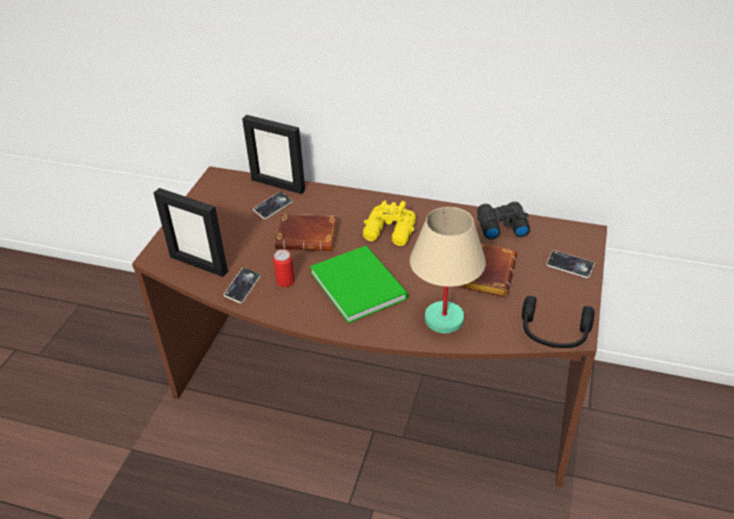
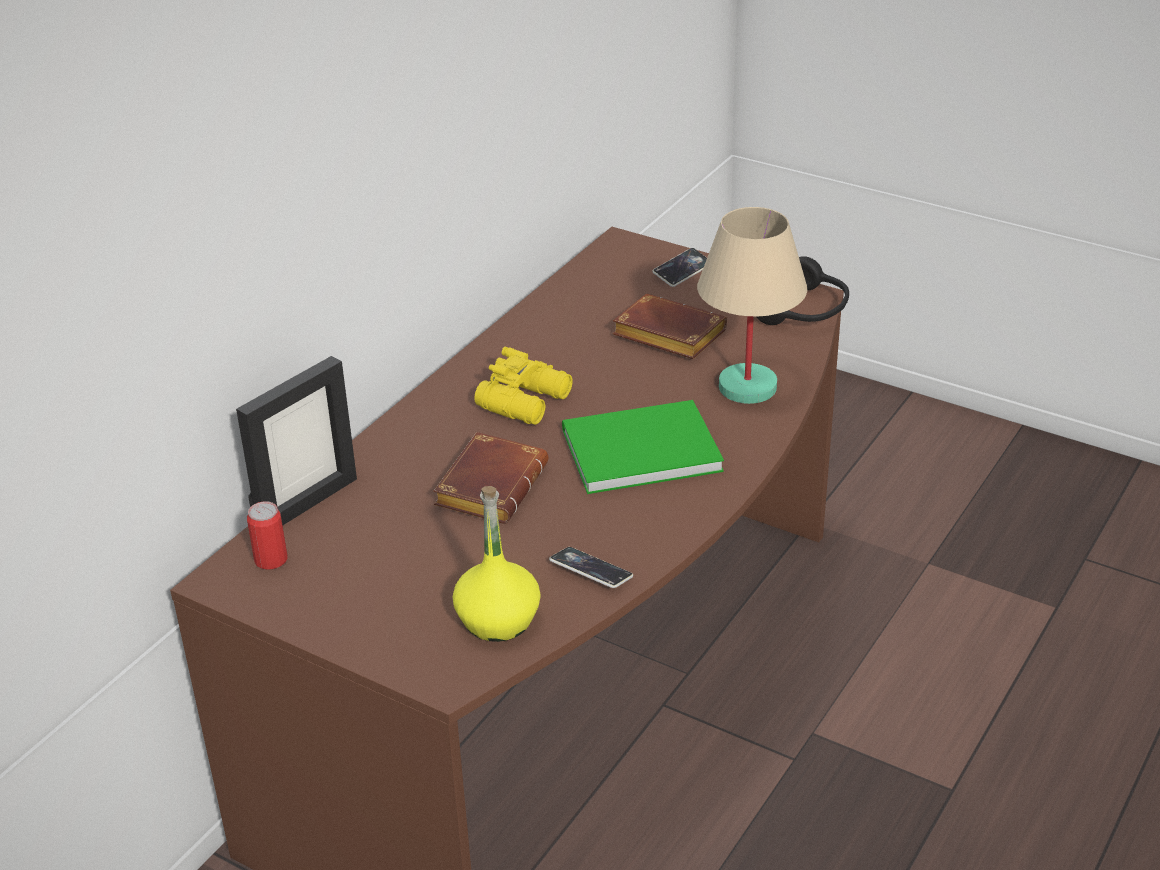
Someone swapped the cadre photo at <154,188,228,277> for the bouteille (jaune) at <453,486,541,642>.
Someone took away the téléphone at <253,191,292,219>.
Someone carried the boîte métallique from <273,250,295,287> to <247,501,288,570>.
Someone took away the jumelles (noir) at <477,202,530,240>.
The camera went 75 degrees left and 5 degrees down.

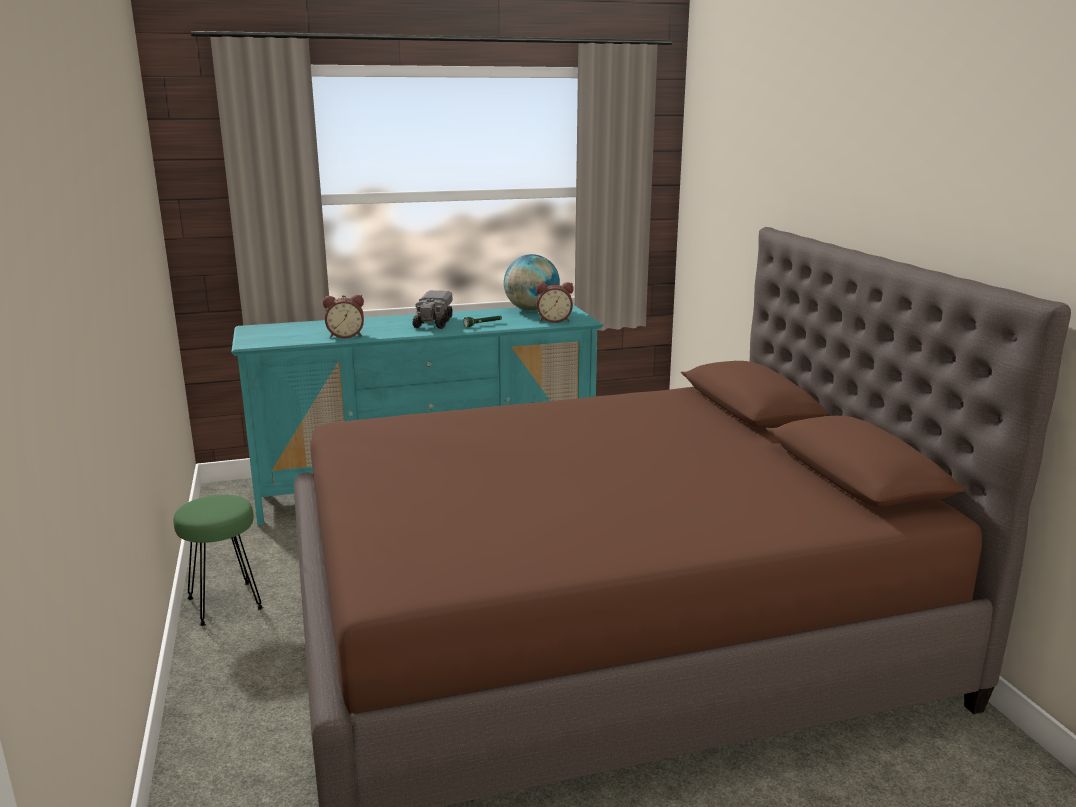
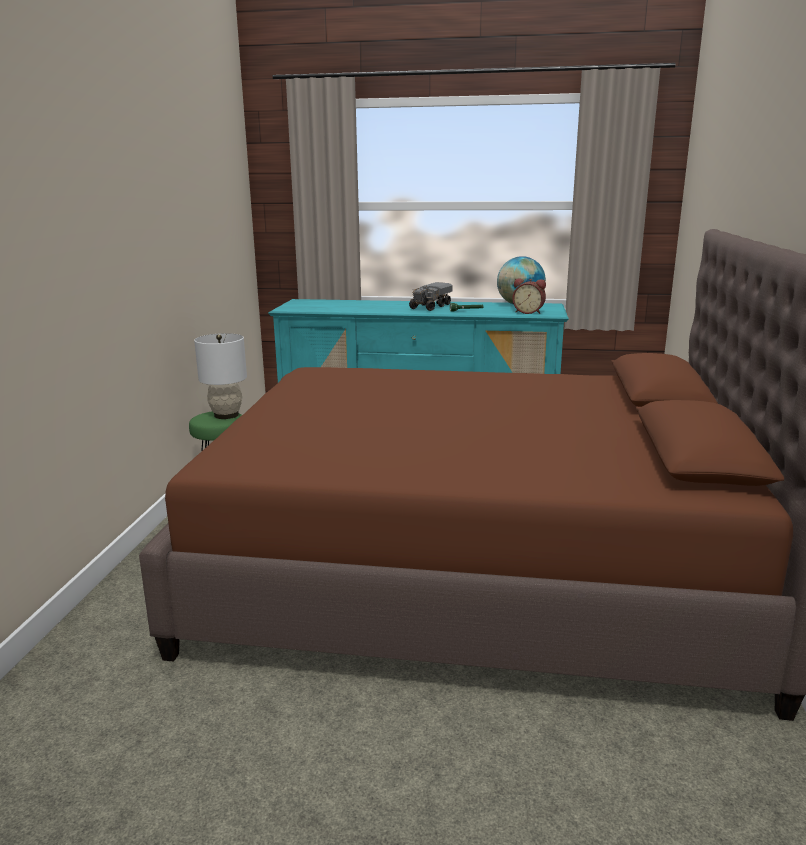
Someone took away the réveil at <323,295,364,338>.
Someone put down the lampe de table (blanc) at <194,333,247,419>.
The camera went 25 degrees right and 0 degrees up.

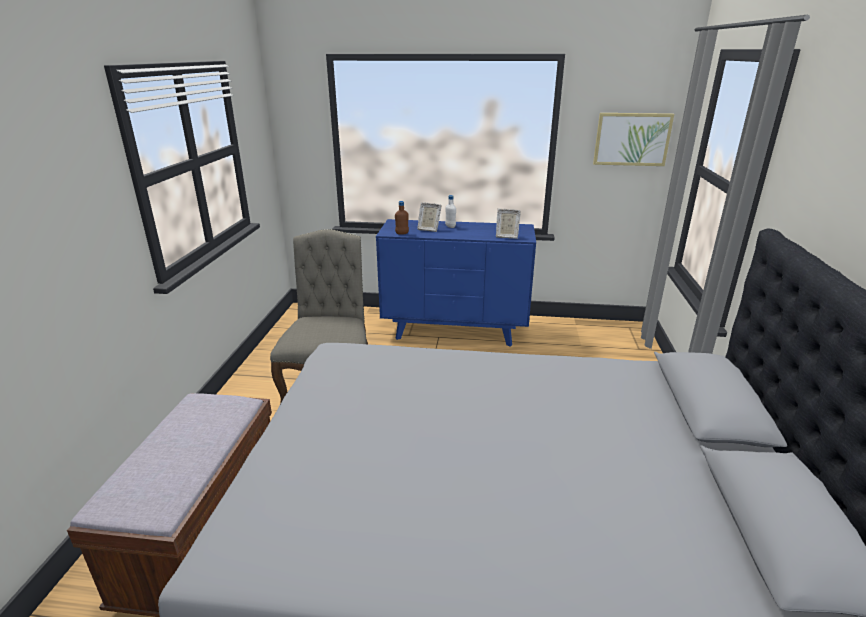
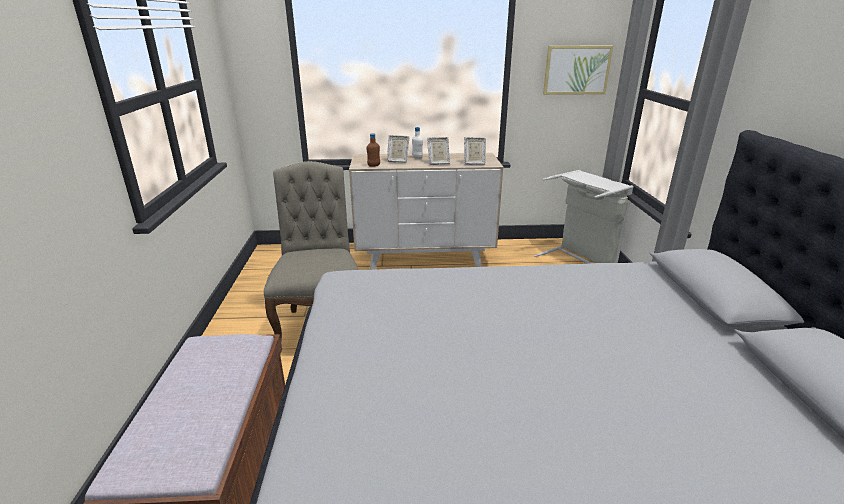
Someone repainted the commode (bleu) at <376,219,536,347>, which became the commode (blanc) at <349,153,503,270>.
Someone put down the cadre photo at <427,137,450,165>.
Someone put down the panier à linge (gris) at <534,170,634,264>.
The camera went 10 degrees left and 0 degrees up.

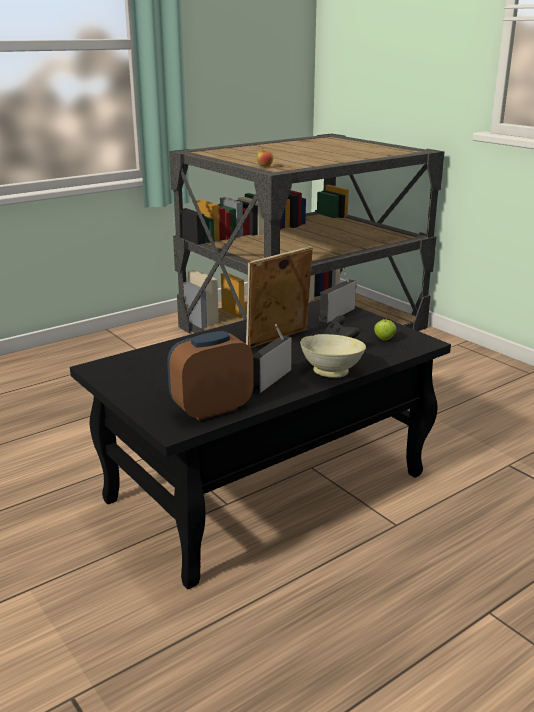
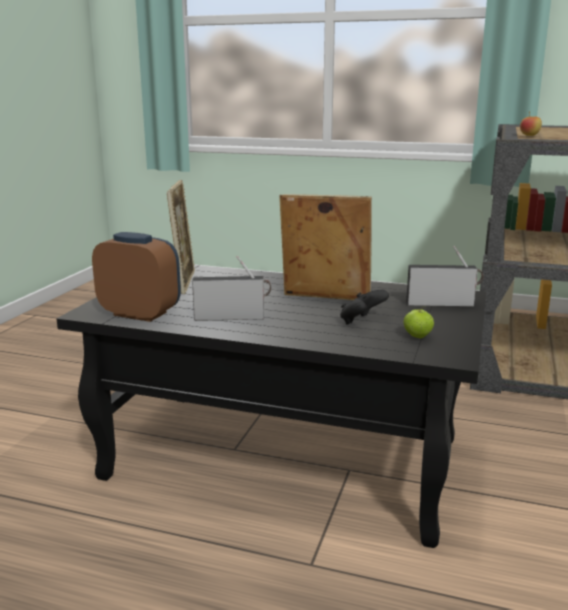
Someone took away the bol (beige) at <300,334,366,378>.
Someone put down the cadre photo at <167,180,195,294>.
The camera went 55 degrees right and 5 degrees down.

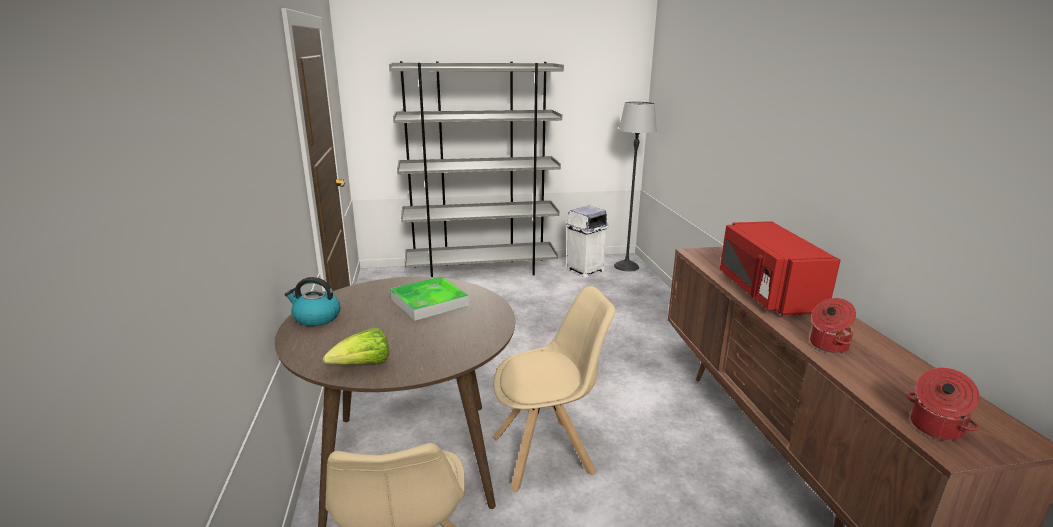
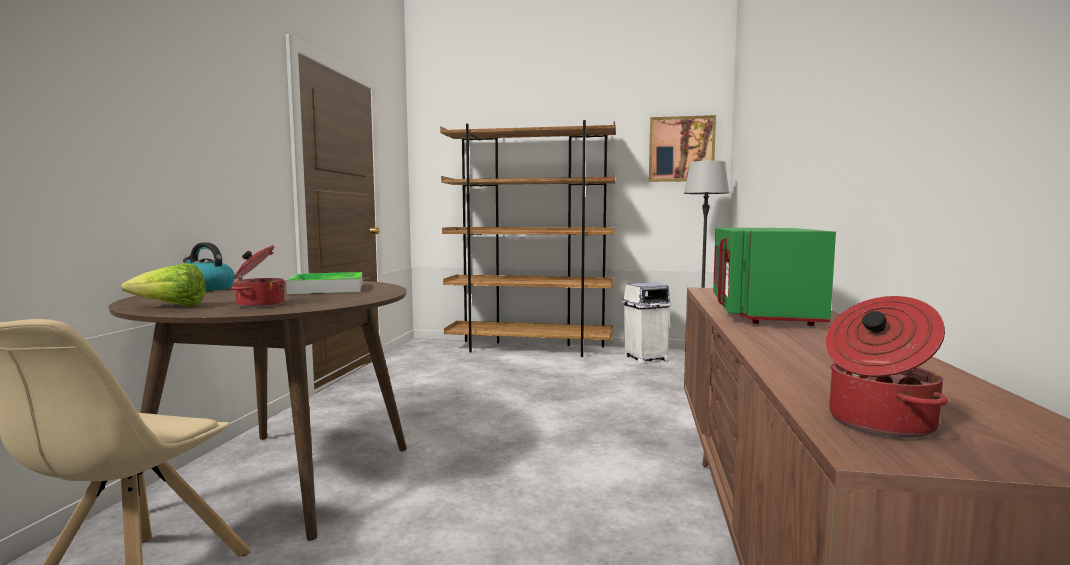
Someone repainted the bibliothèque (gris) at <389,61,564,277>, which became the bibliothèque (marron) at <440,120,616,357>.
Someone took away the chaise (beige) at <492,286,615,493>.
Someone repainted the micro-ondes (rouge) at <720,221,841,315>, which became the micro-ondes (vert) at <713,228,836,326>.
Someone carried the marmite from <810,298,856,353> to <231,245,285,308>.
Someone put up the tableau at <649,115,716,182>.
The camera went 20 degrees right and 15 degrees down.

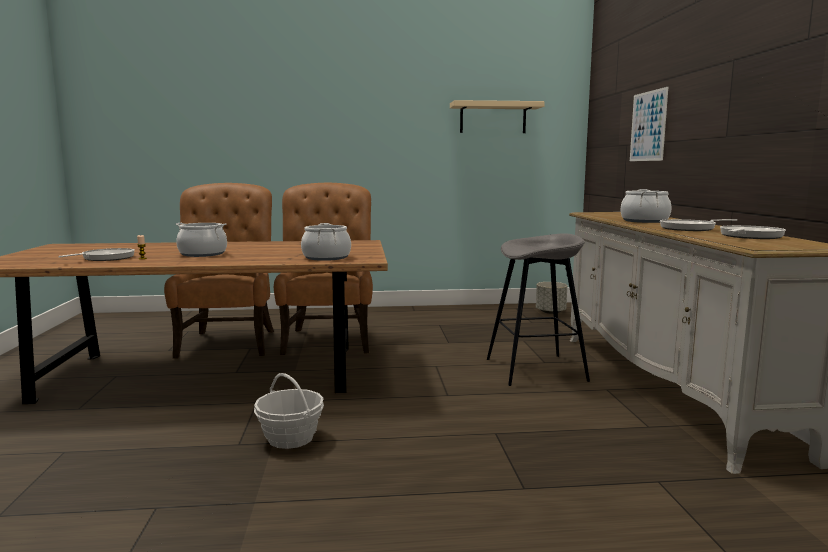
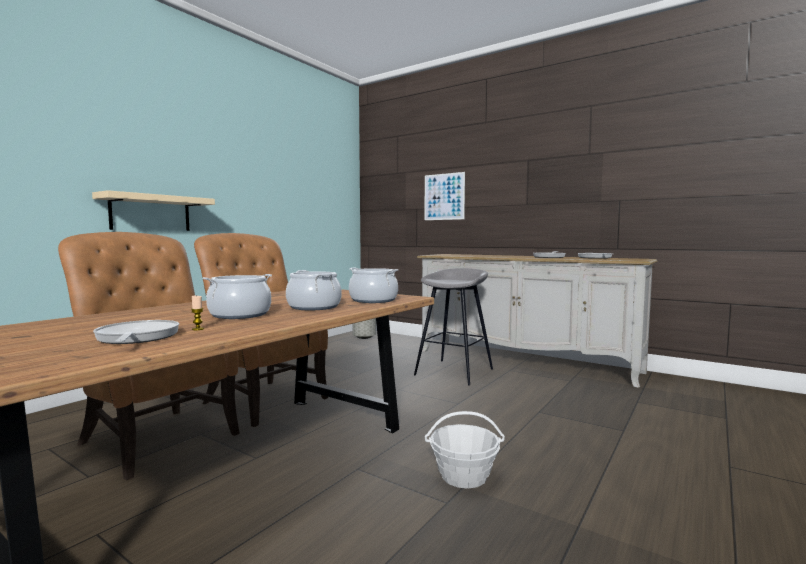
Someone carried the étagère (beige) from <450,100,545,133> to <92,190,215,231>.
Someone carried the marmite from <621,189,671,223> to <286,270,342,310>.
The camera went 50 degrees left and 5 degrees down.

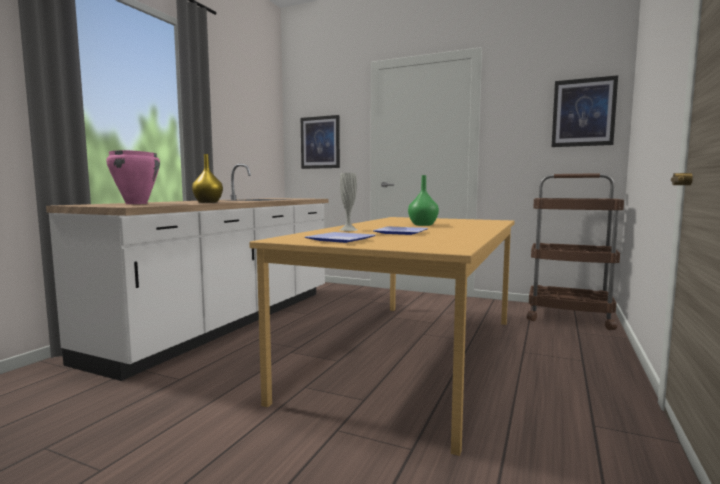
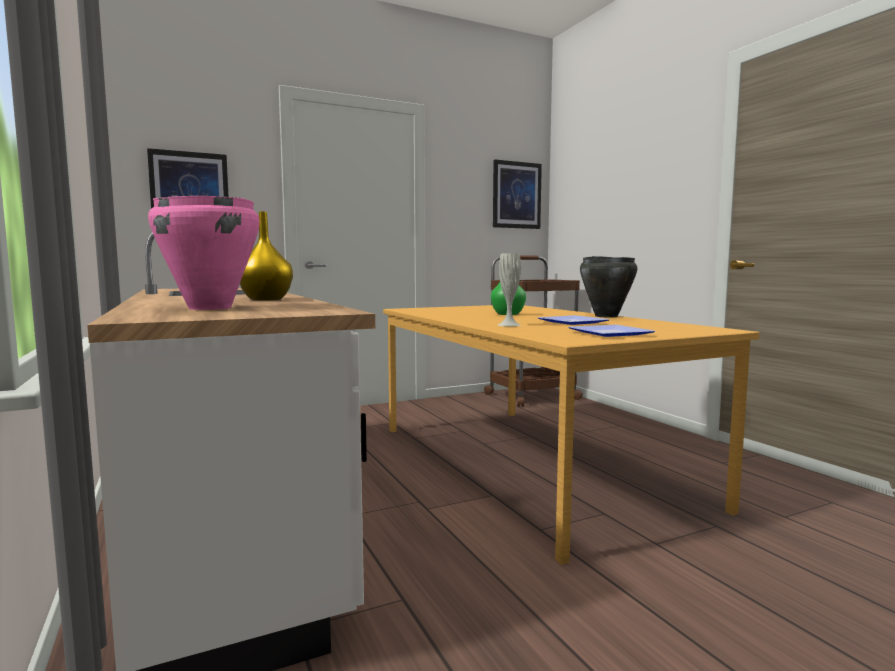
Someone put down the marmite (noir) at <580,256,637,317>.
The camera went 50 degrees left and 0 degrees up.

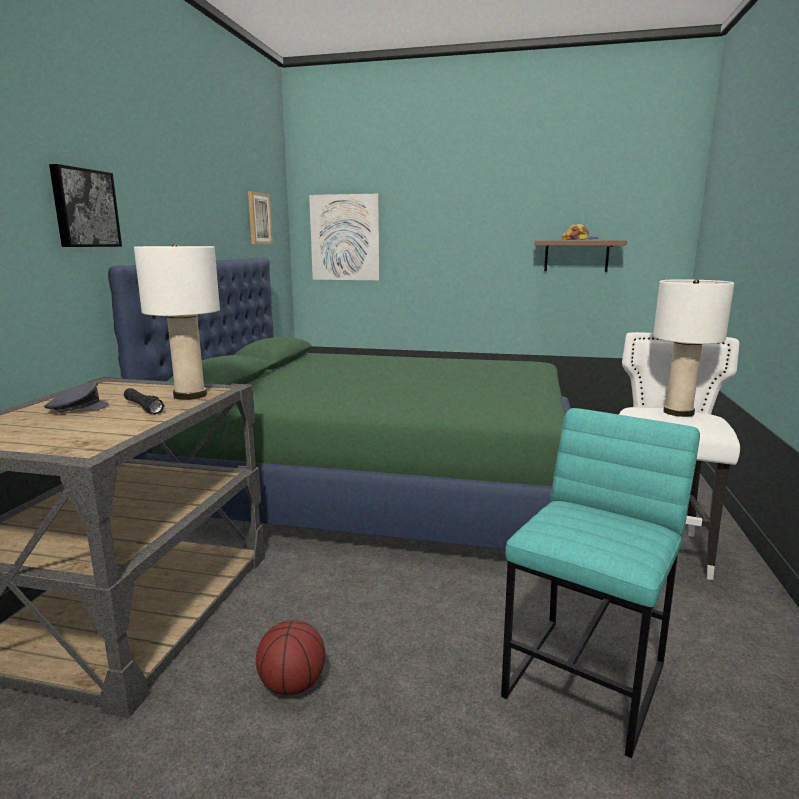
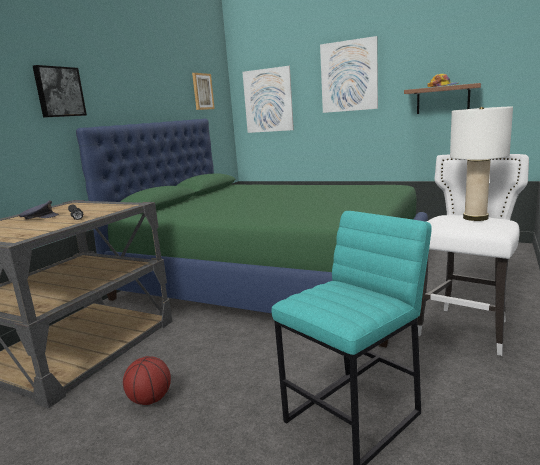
Someone took away the lampe de table (blanc) at <134,244,220,400>.
Someone put up the tableau at <320,36,378,113>.
The camera went 15 degrees right and 0 degrees up.

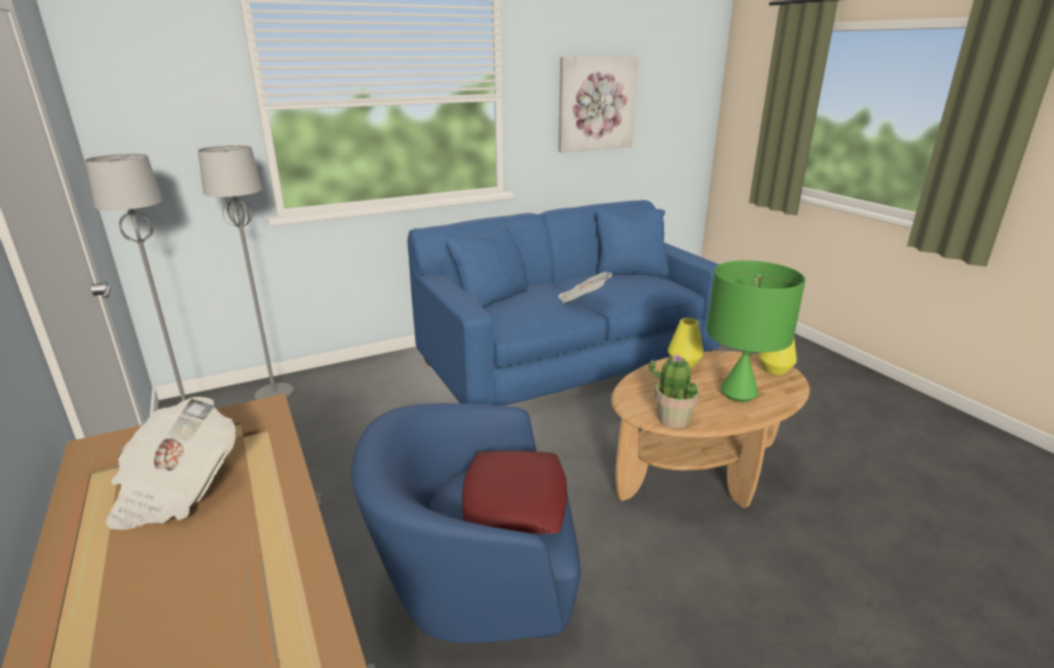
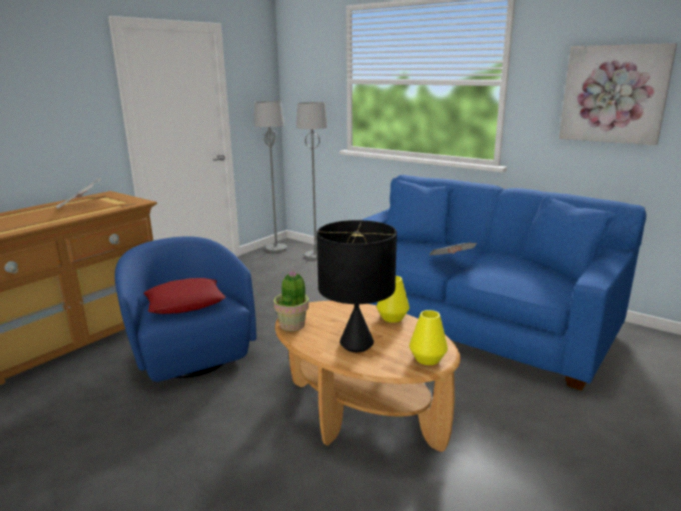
Someone repainted the lampe de table (vert) at <706,260,806,402>, which became the lampe de table (noir) at <317,220,397,352>.
The camera went 65 degrees right and 5 degrees down.

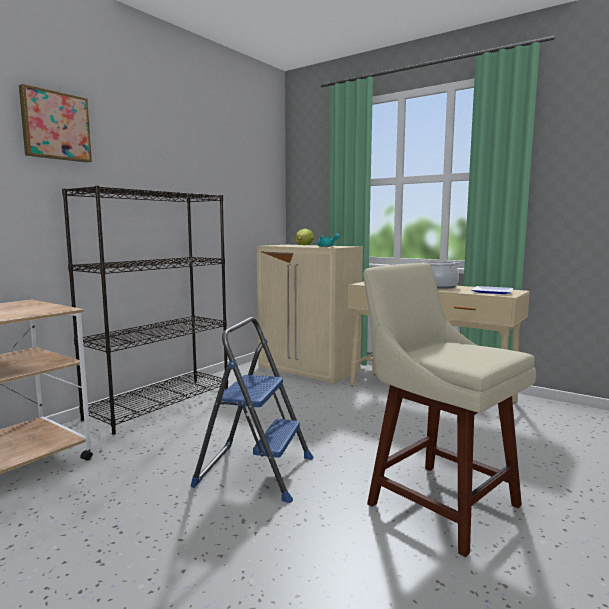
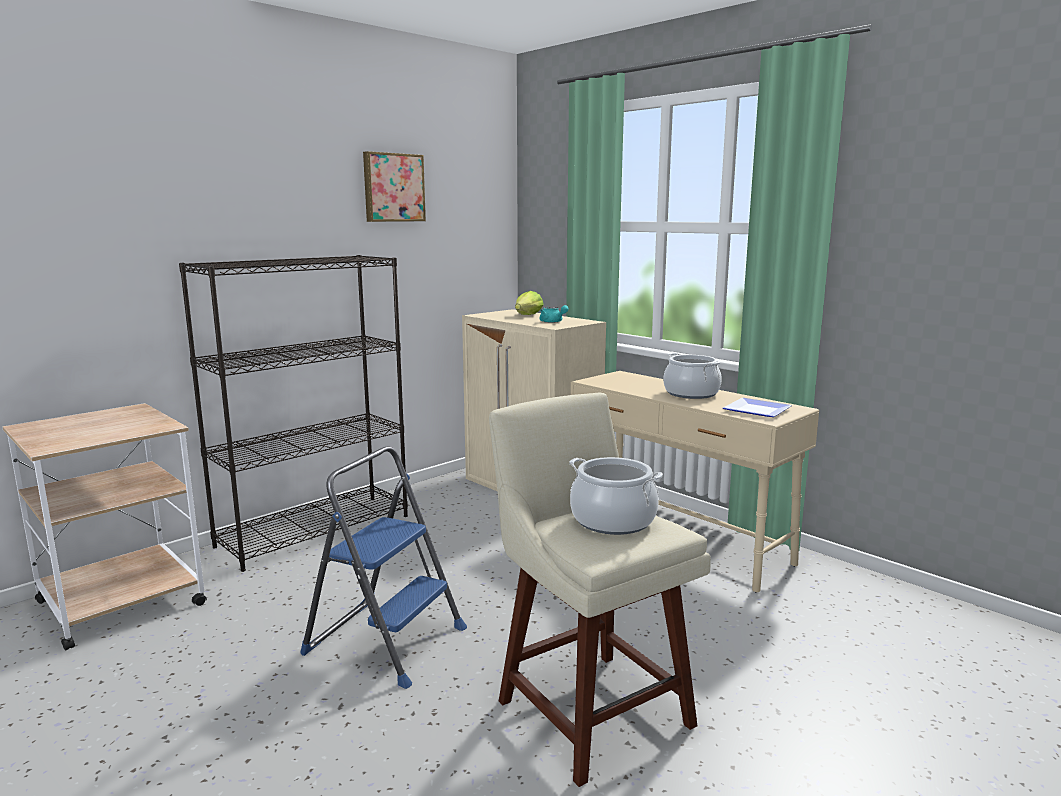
Someone carried the tableau from <19,84,92,163> to <363,151,426,222>.
Someone put down the marmite at <569,457,663,535>.
The camera went 10 degrees right and 5 degrees up.

